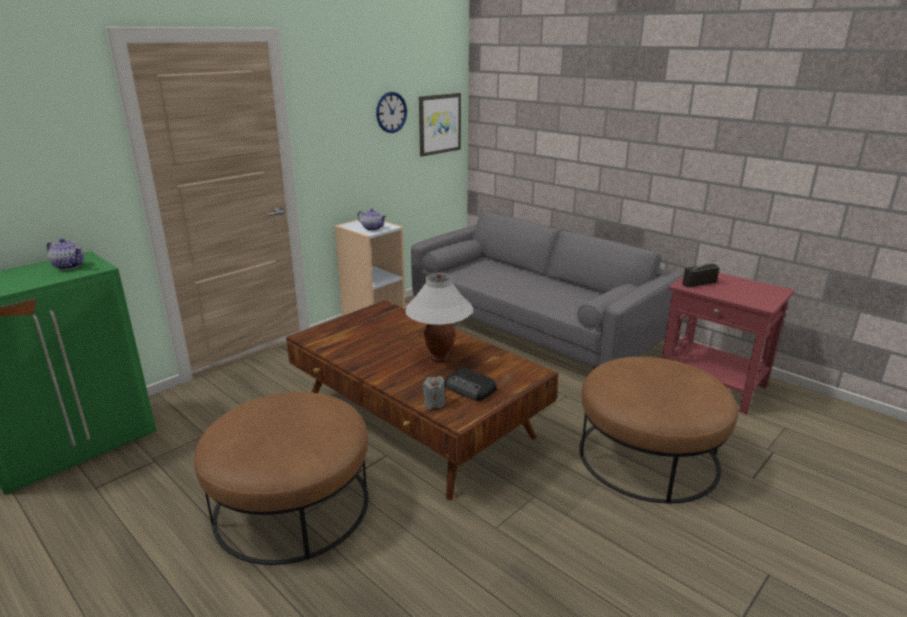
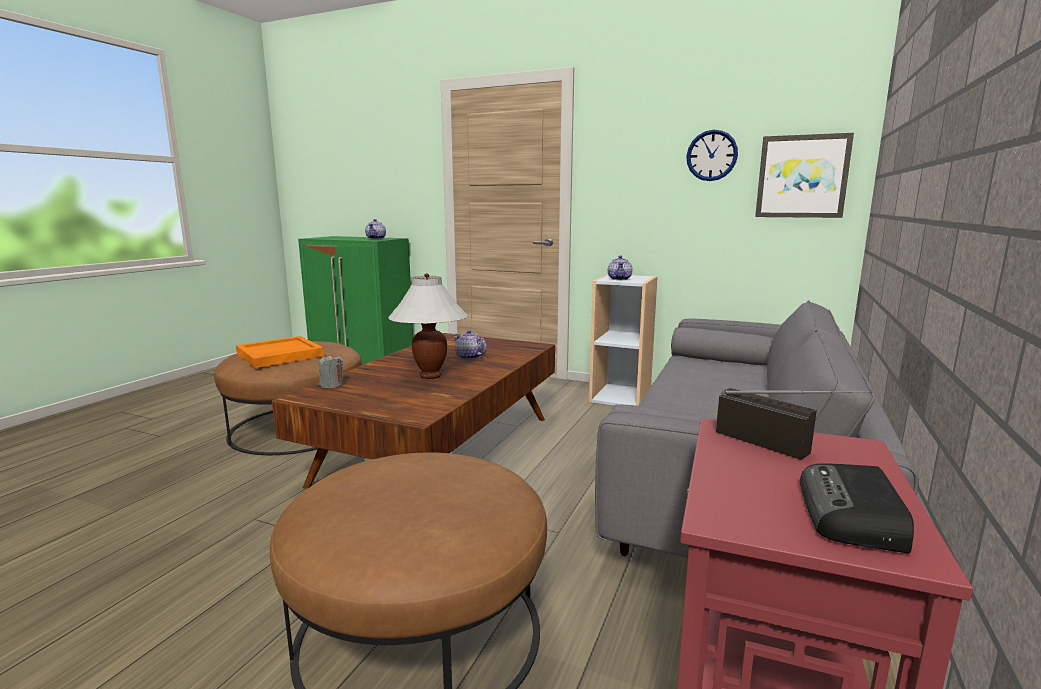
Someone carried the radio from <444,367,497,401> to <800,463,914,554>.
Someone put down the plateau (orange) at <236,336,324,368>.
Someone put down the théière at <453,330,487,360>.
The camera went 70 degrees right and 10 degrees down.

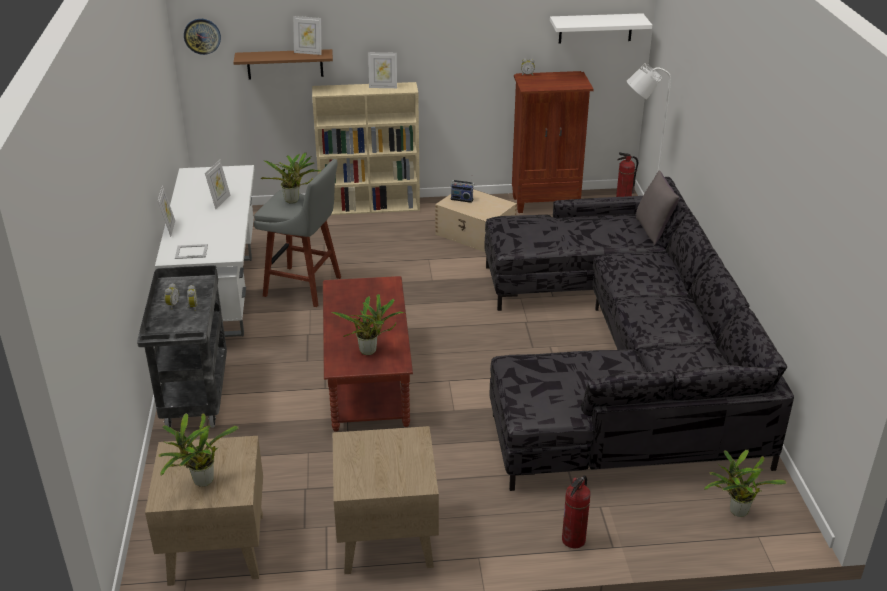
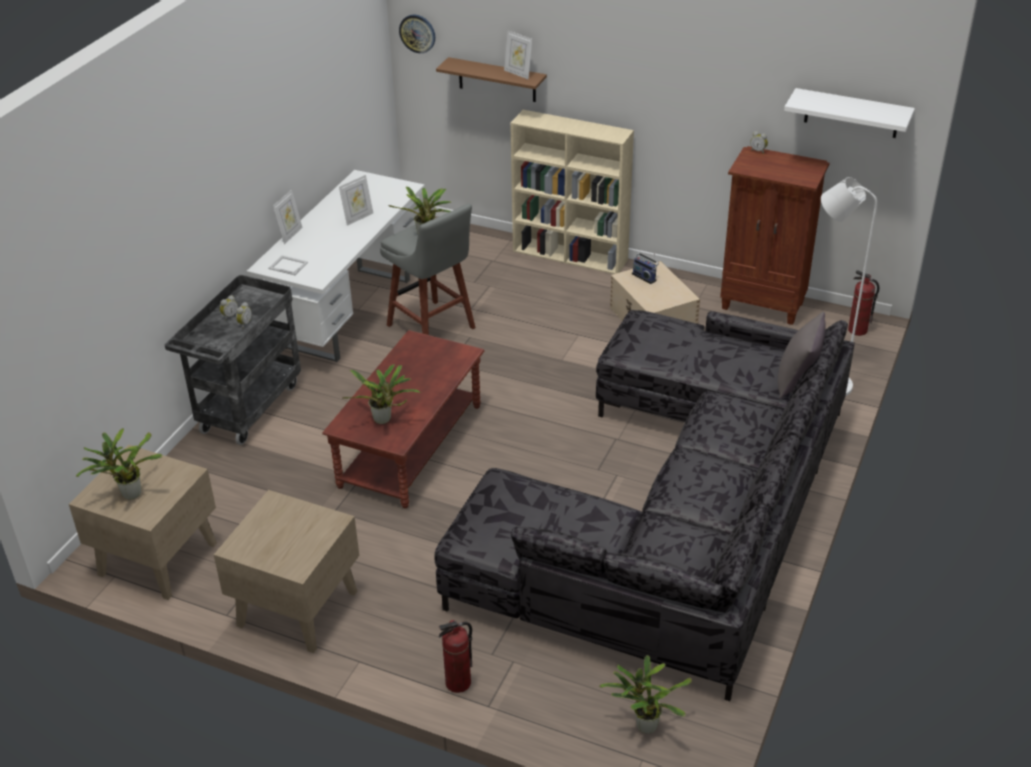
Someone took away the cadre photo at <368,52,397,88>.
The camera went 30 degrees right and 5 degrees up.

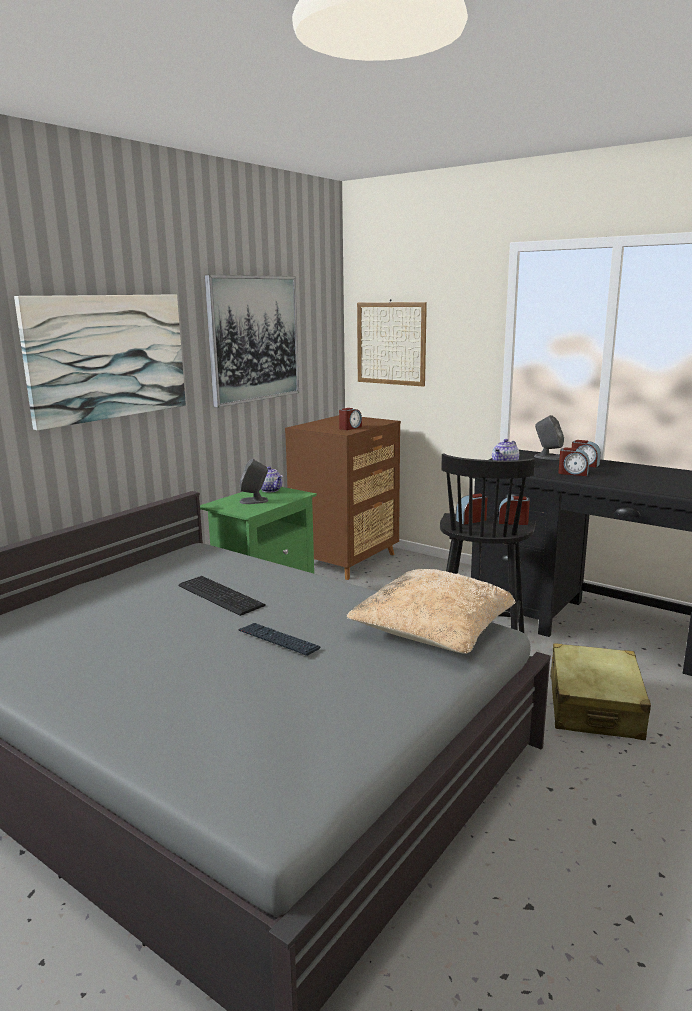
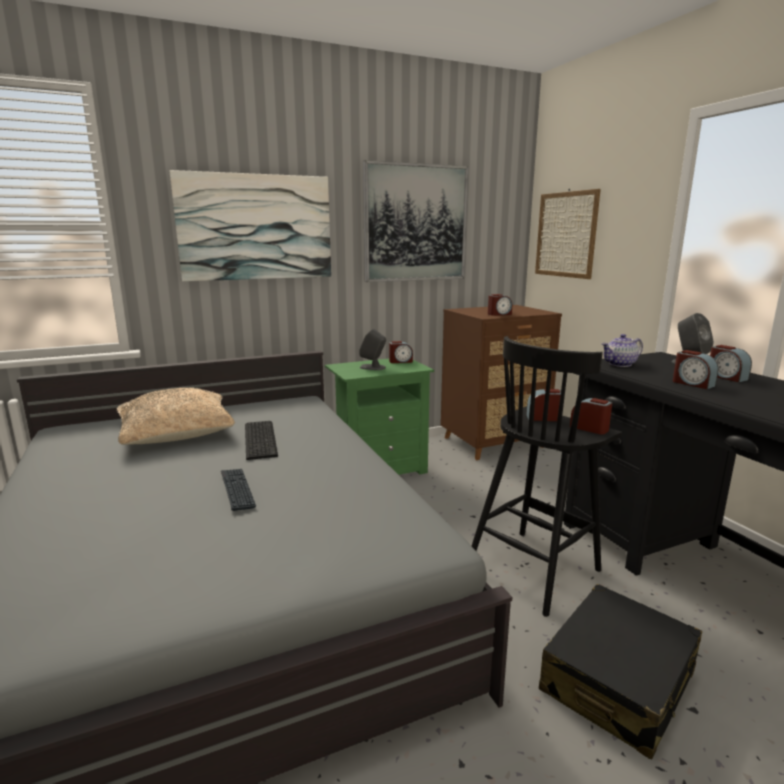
Someone swapped the théière at <261,466,283,492> for the réveil at <389,341,413,363>.
Someone carried the coussin (beige) from <347,569,516,654> to <117,387,235,445>.
Someone repainted the valise (beige) at <550,643,651,740>, which became the valise (noir) at <539,584,702,760>.
The camera went 30 degrees right and 0 degrees up.

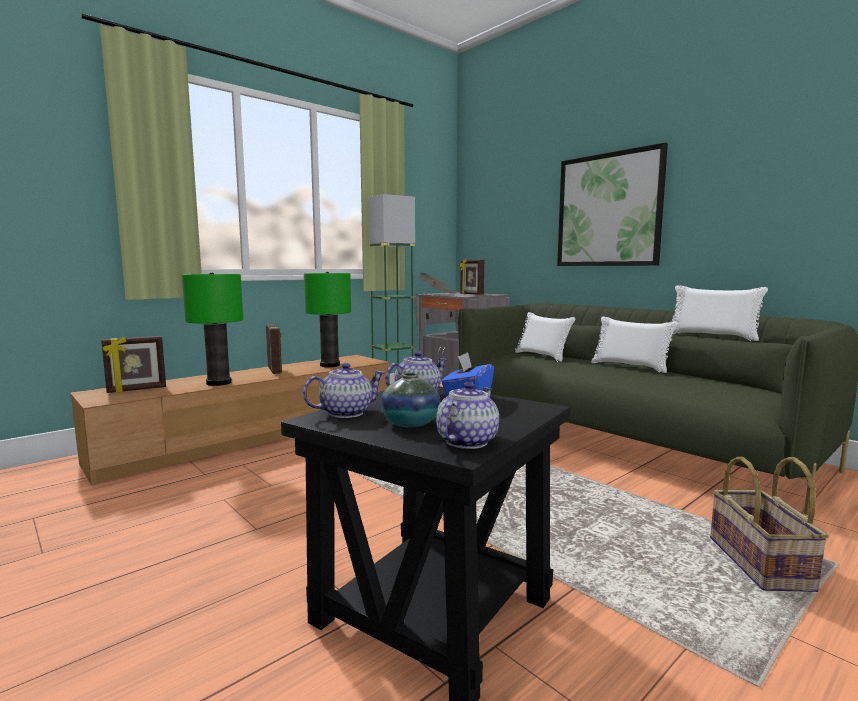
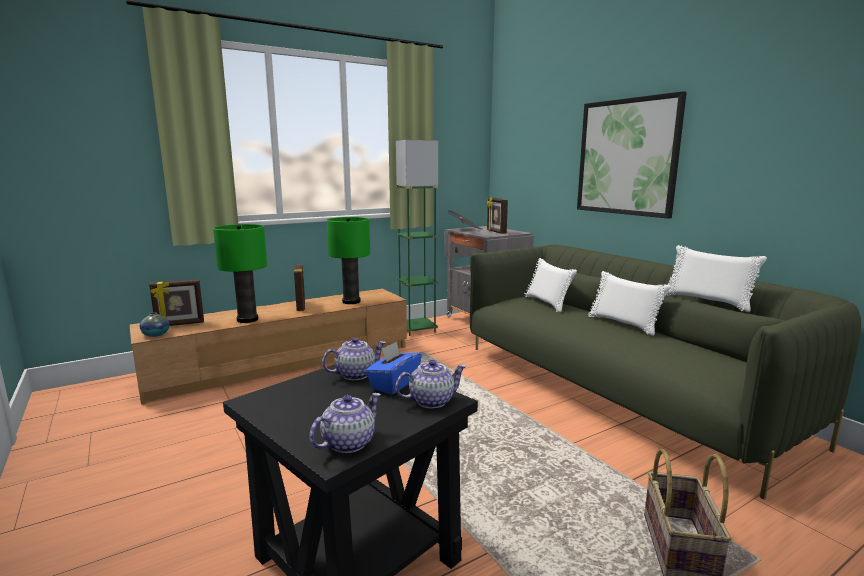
Someone carried the théière from <303,363,385,418> to <395,360,467,408>.
Someone carried the vase from <381,373,440,427> to <140,312,170,337>.
The camera went 10 degrees right and 5 degrees up.

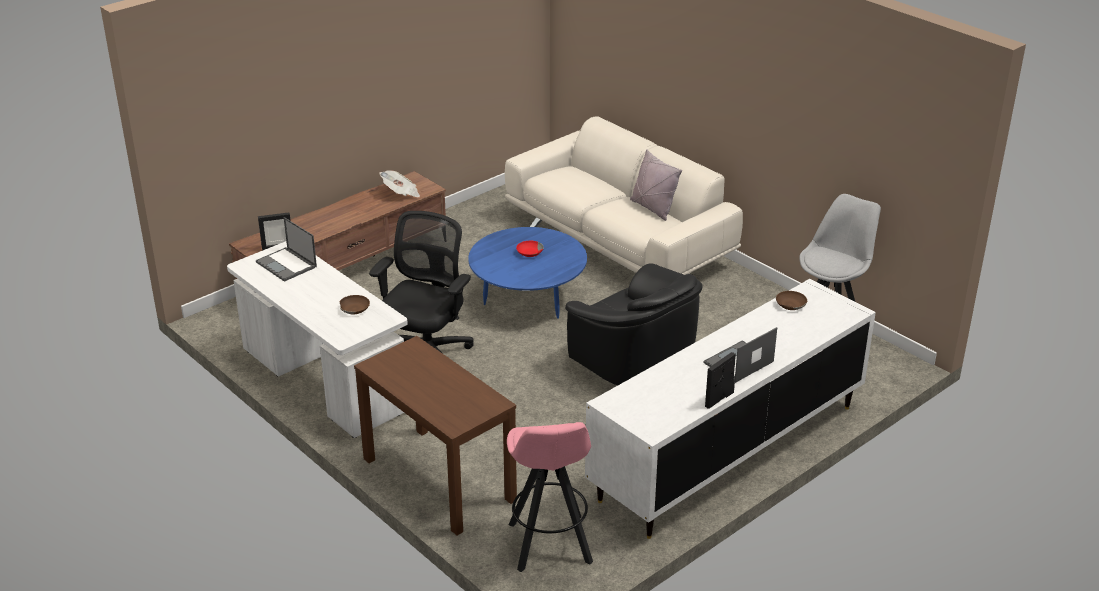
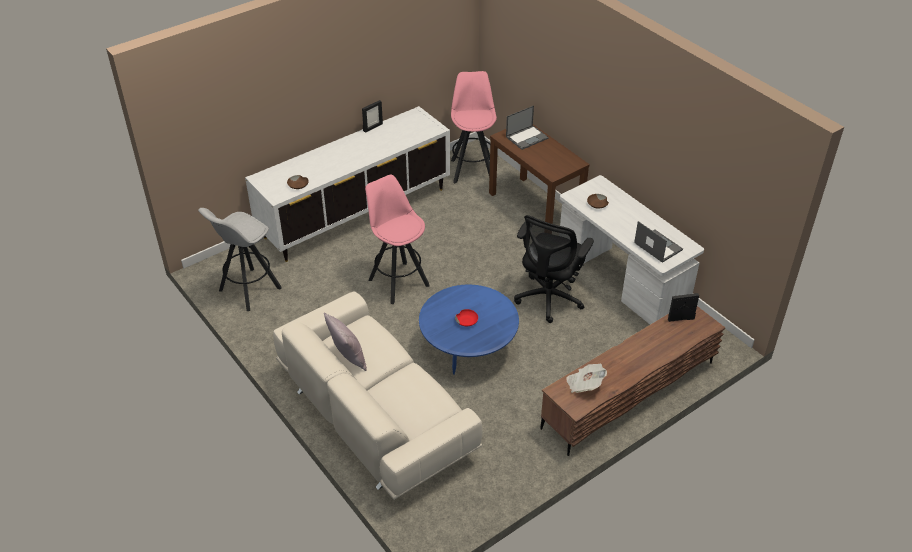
Someone swapped the fauteuil (noir) at <565,263,703,386> for the tabouret (rose) at <365,175,430,304>.
Someone carried the ordinateur portable from <704,327,777,383> to <506,106,549,150>.
The camera went 175 degrees left and 10 degrees up.

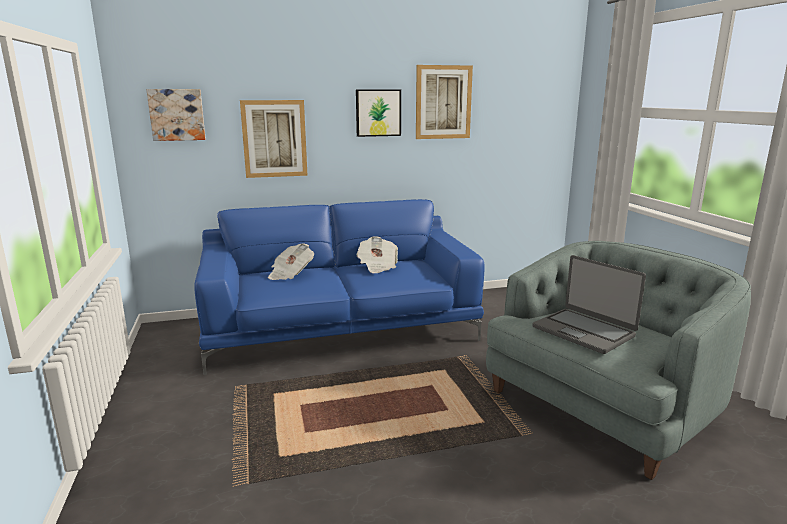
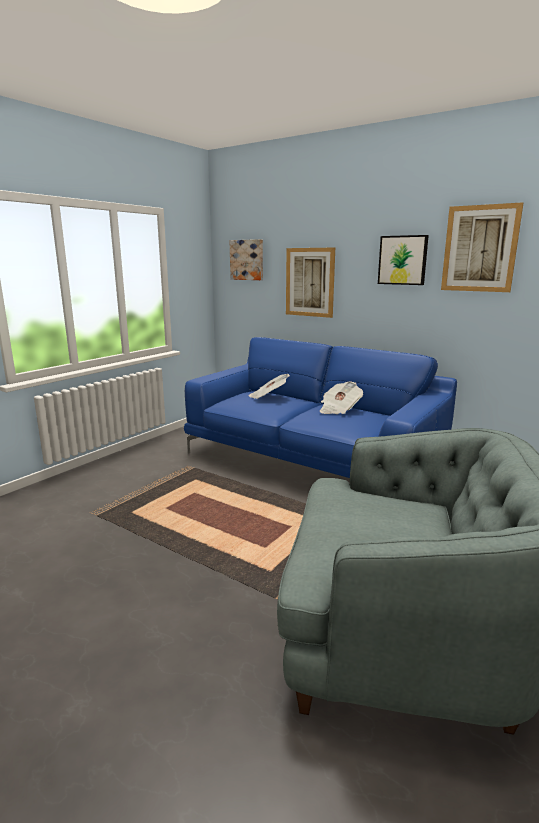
Someone took away the ordinateur portable at <532,255,646,354>.
The camera went 50 degrees right and 0 degrees up.

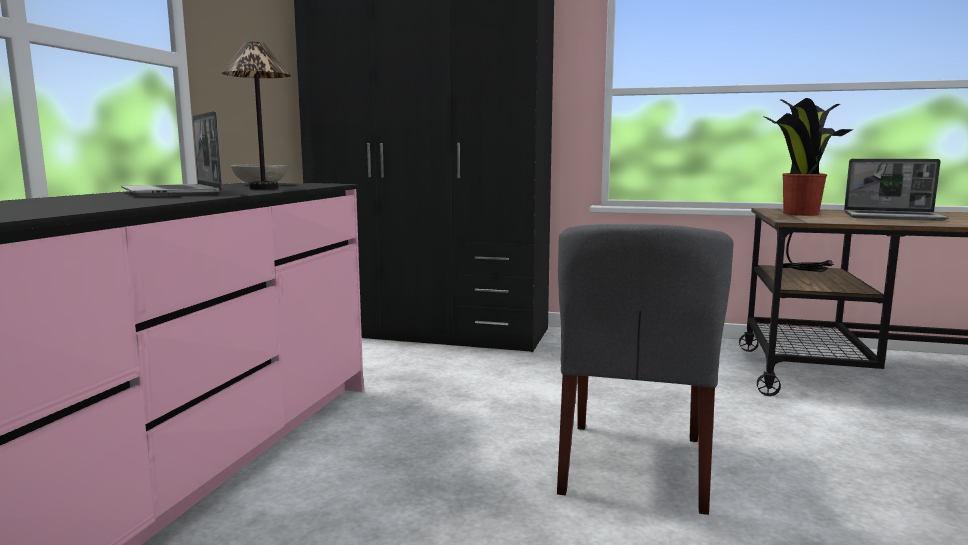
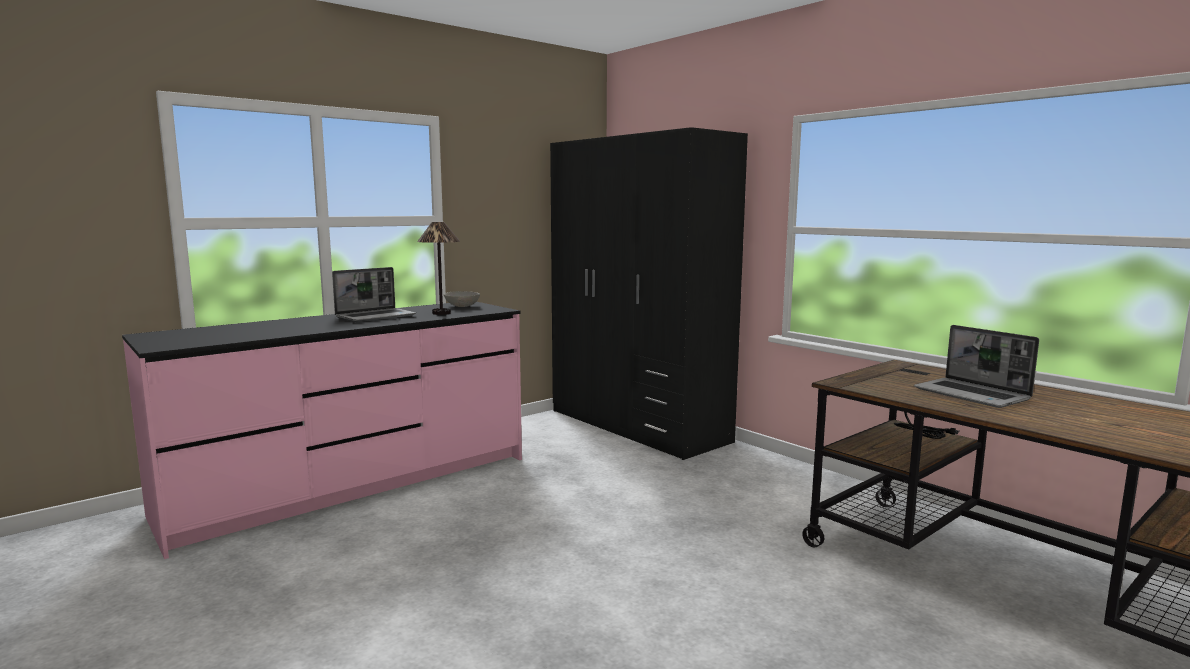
Someone rotated the ordinateur portable at <121,111,222,197> by 135 degrees counterclockwise.
Someone took away the chaise (gris) at <557,224,734,515>.
Someone took away the plante en pot at <763,98,854,216>.
The camera went 35 degrees right and 0 degrees up.

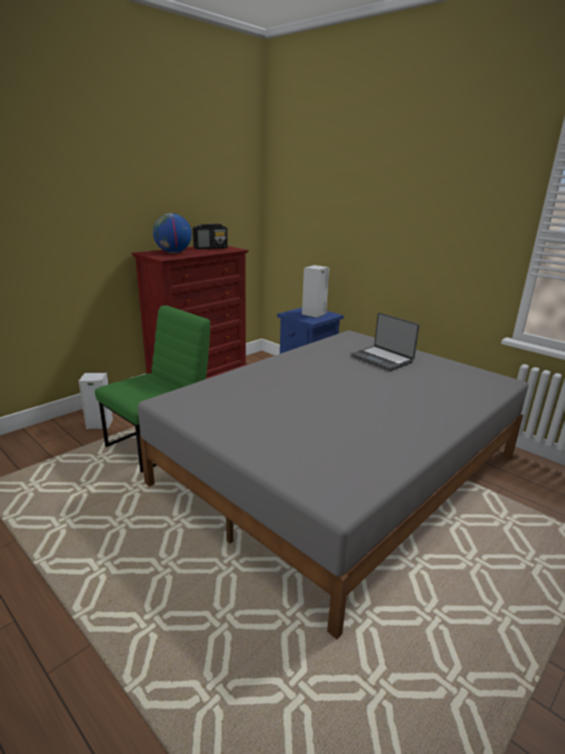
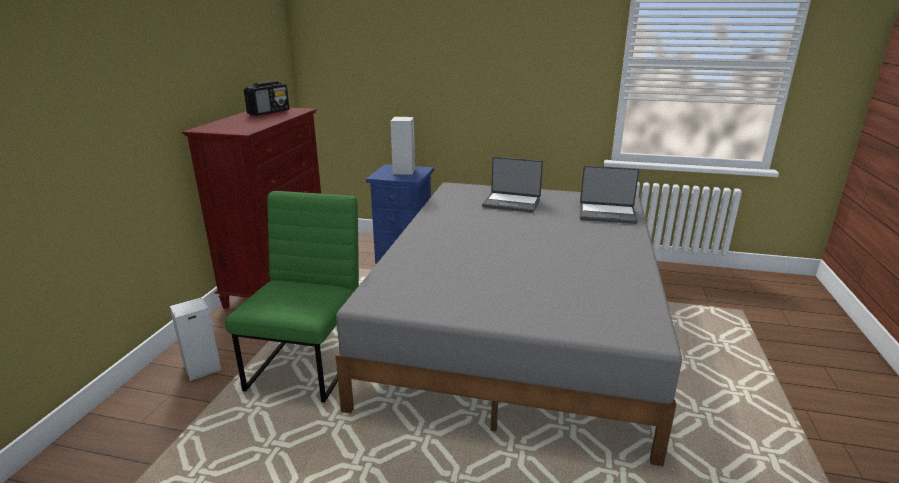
Someone took away the globe at <153,213,192,253>.
Someone put down the ordinateur portable at <580,165,639,224>.
The camera went 30 degrees left and 0 degrees up.

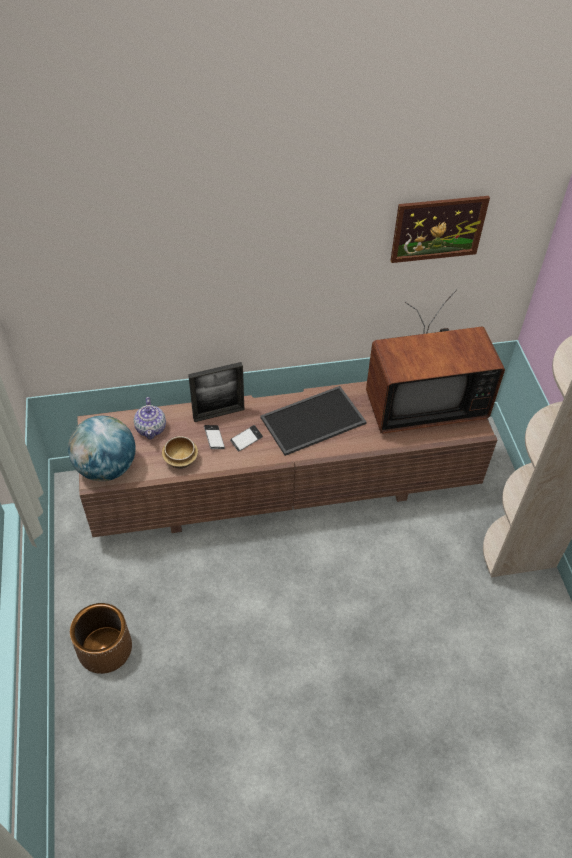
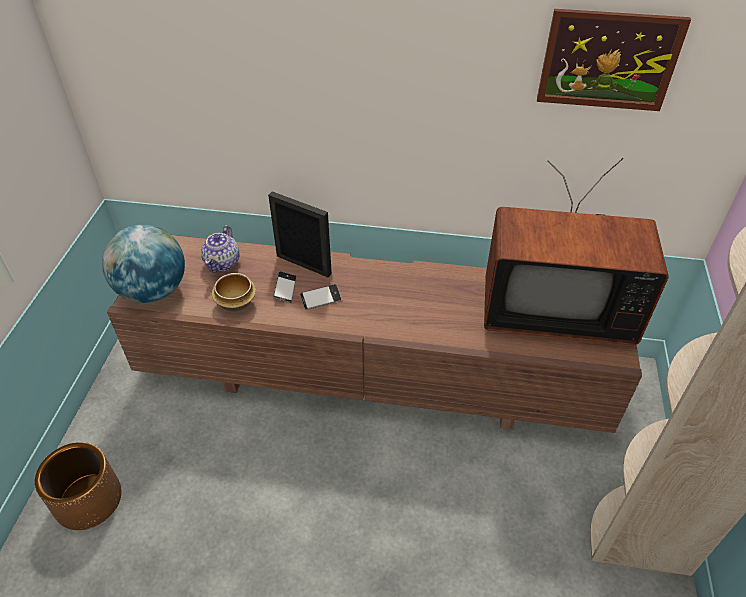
Someone rotated the cadre photo at <188,362,244,422> by 150 degrees counterclockwise.
Someone took away the plateau at <260,386,366,456>.
The camera went 20 degrees right and 5 degrees down.

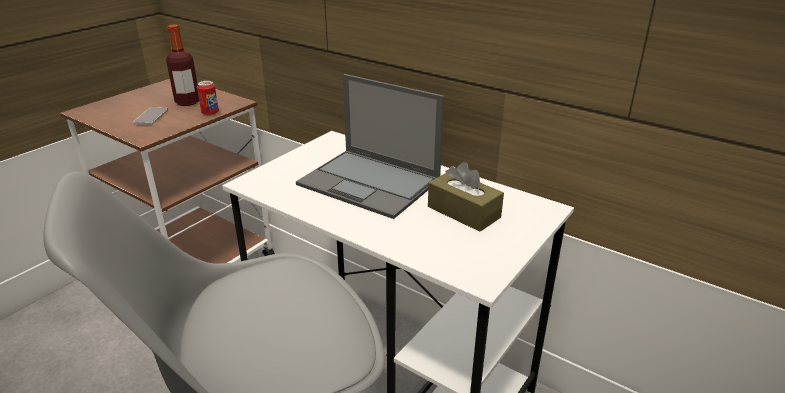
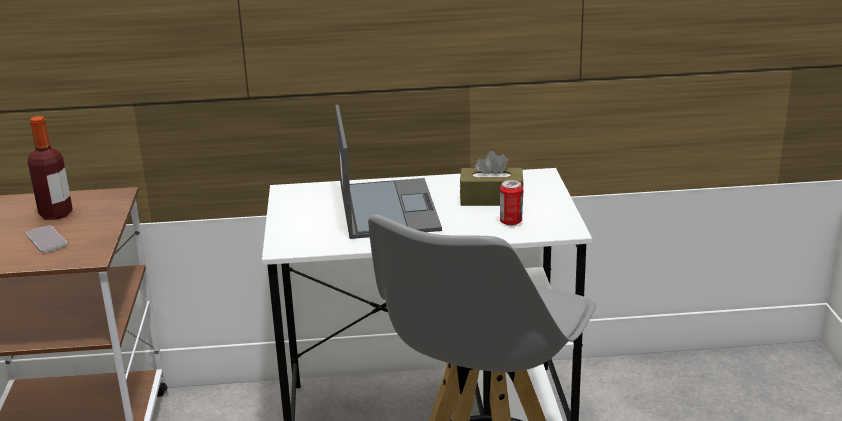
Someone carried the boîte métallique from <197,81,219,116> to <500,180,523,226>.
Someone rotated the ordinateur portable at <296,74,444,219> by 90 degrees counterclockwise.
The camera went 40 degrees left and 5 degrees down.

